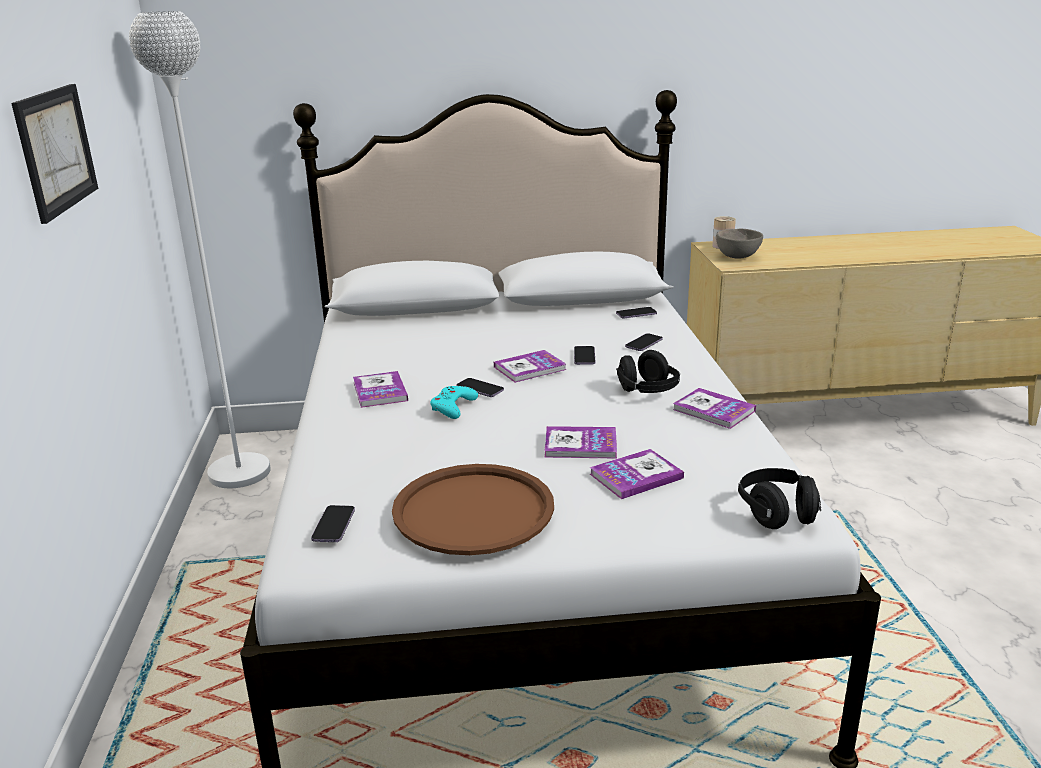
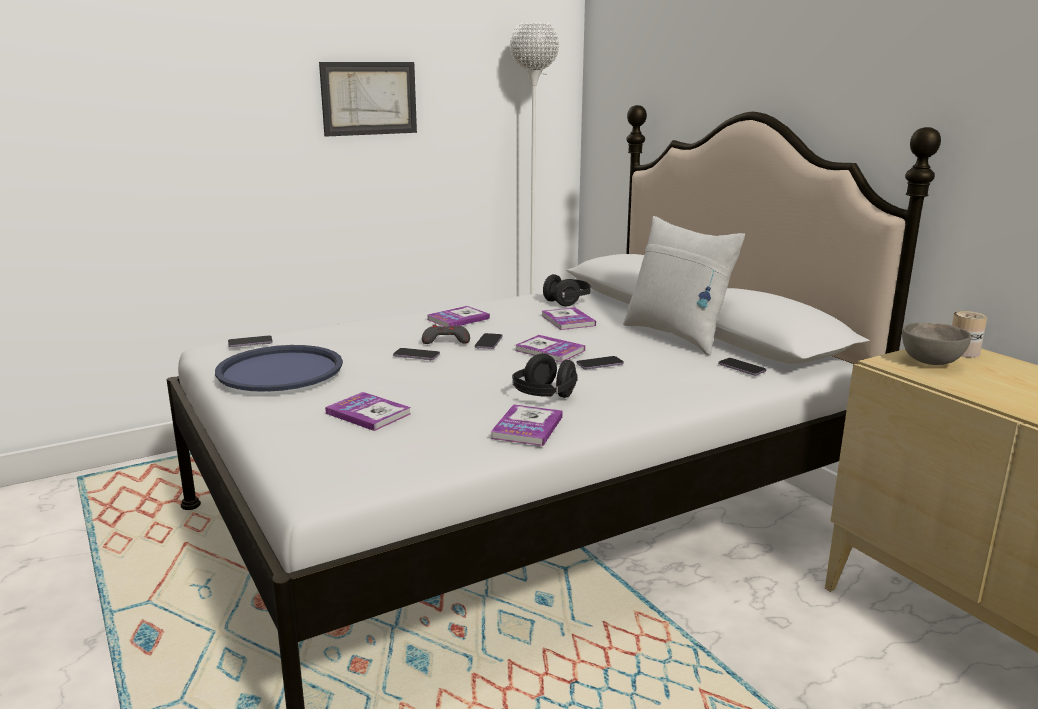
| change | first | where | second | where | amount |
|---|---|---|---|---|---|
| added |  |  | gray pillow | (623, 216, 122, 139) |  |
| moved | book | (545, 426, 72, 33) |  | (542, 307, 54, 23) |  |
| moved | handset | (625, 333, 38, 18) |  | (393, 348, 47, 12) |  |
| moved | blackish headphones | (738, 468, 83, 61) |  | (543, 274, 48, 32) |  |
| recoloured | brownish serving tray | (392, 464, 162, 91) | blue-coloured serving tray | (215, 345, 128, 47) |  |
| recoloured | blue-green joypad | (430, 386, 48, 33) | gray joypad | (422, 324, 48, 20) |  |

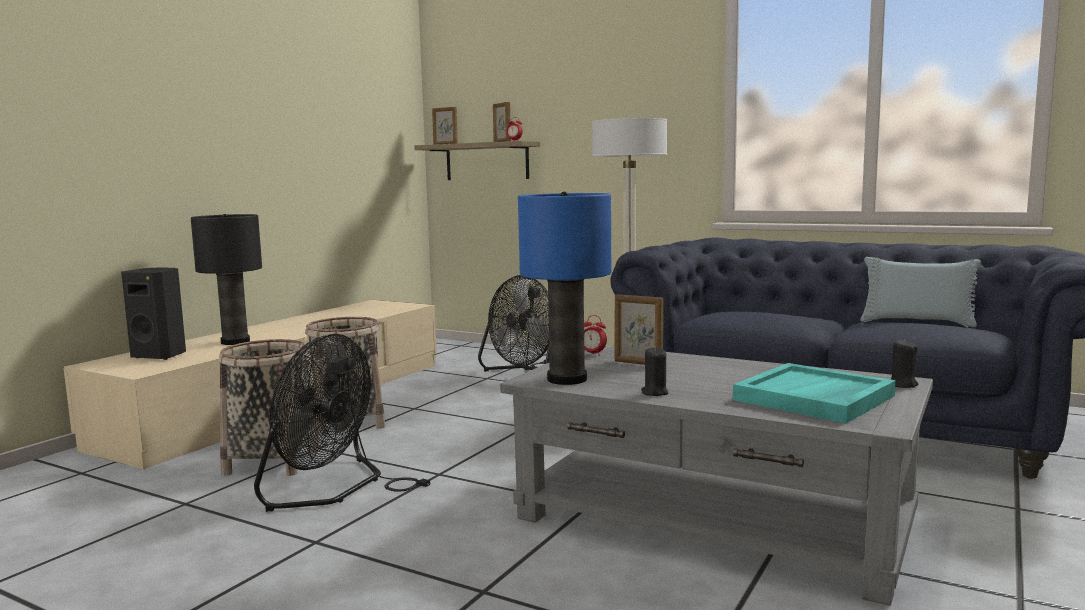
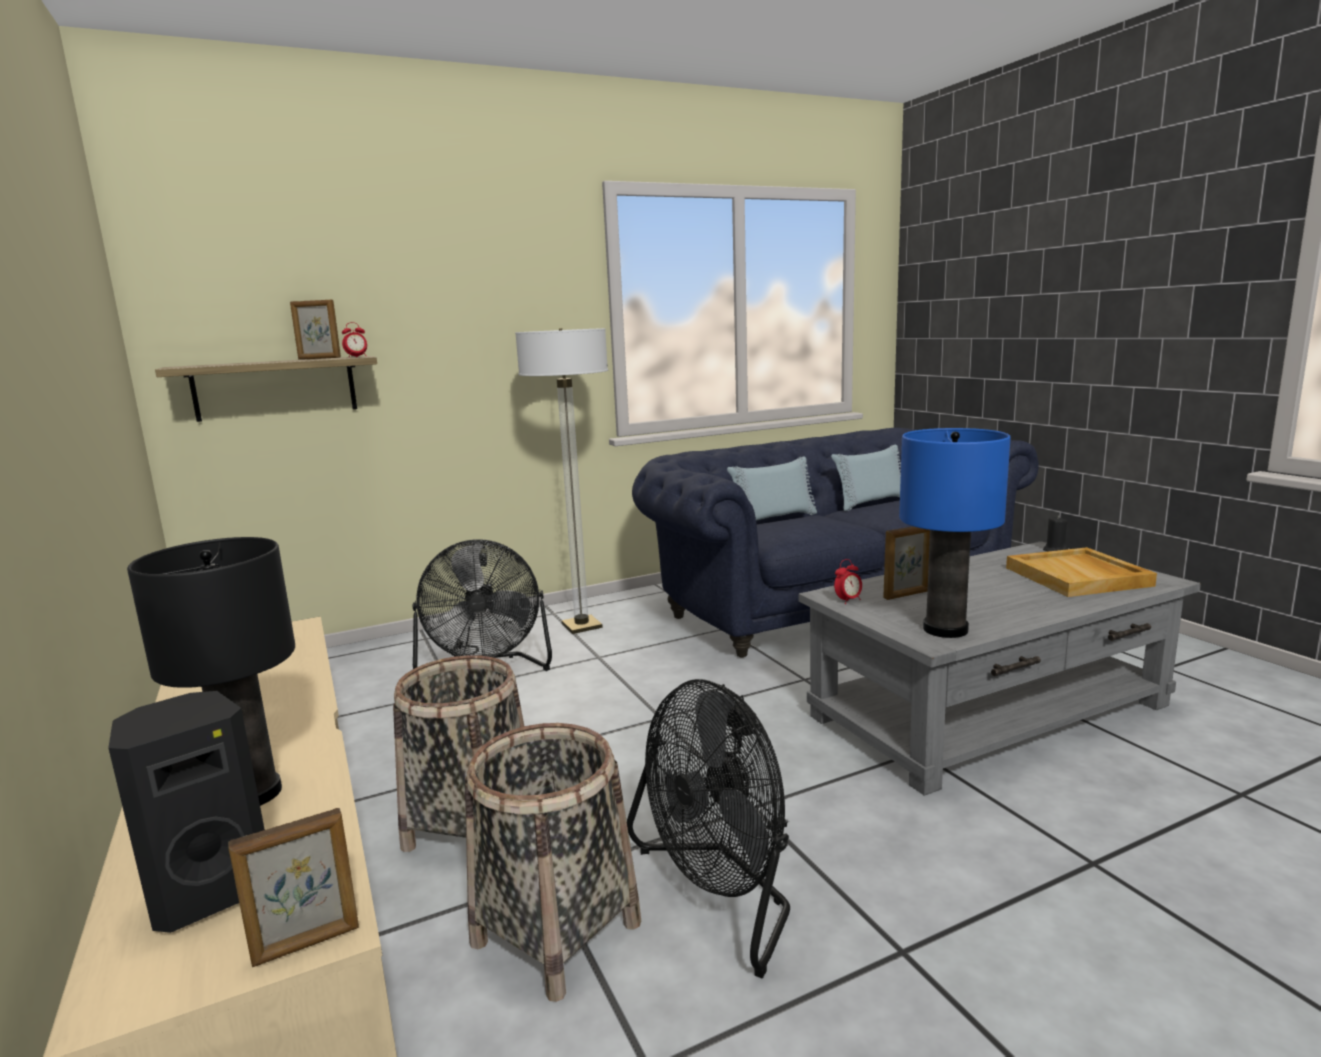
| change | first | where | second | where | amount |
|---|---|---|---|---|---|
| removed | blackish wax candle | (641, 347, 27, 49) |  |  |  |
| added |  |  | blue-coloured pillow | (727, 456, 90, 65) |  |
| moved | picture frame | (432, 107, 26, 38) |  | (228, 808, 131, 159) |  |
| recoloured | blue-green serving tray | (733, 363, 163, 61) | beige serving tray | (1006, 547, 151, 50) |  |

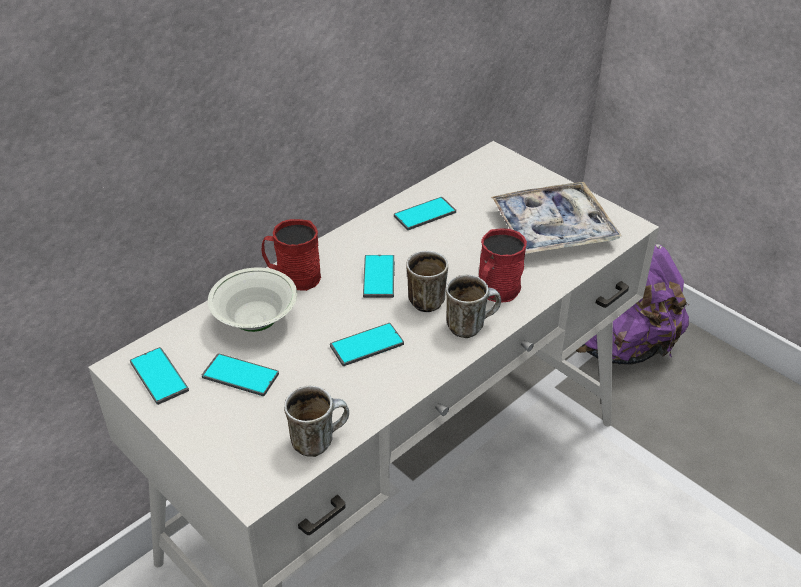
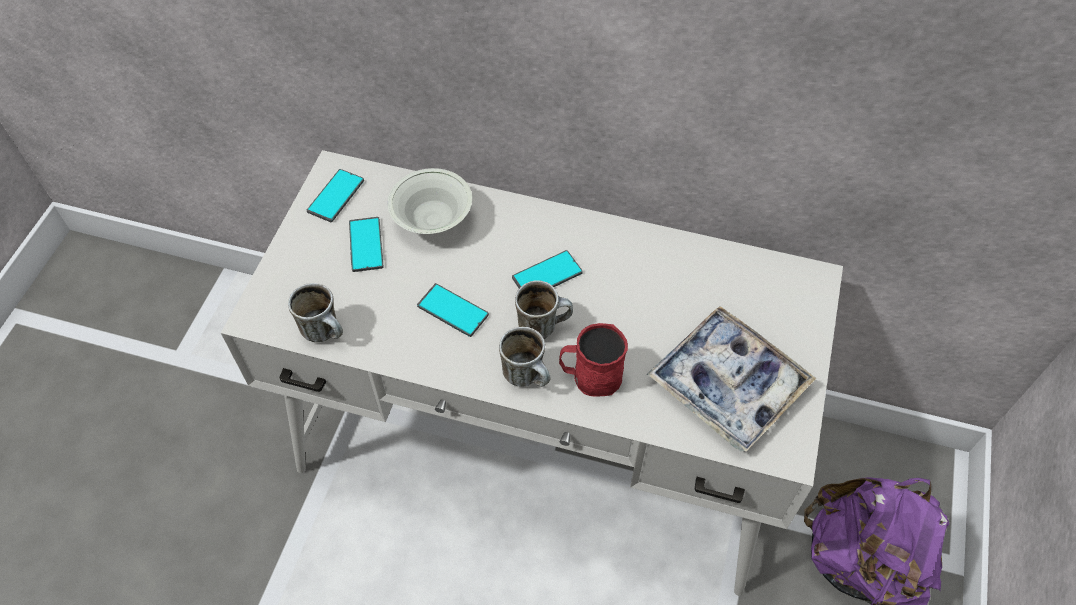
| change | first | where | second | where | amount |
|---|---|---|---|---|---|
| removed | red mug | (262, 219, 59, 72) |  |  |  |
| removed | handset | (394, 197, 62, 33) |  |  |  |

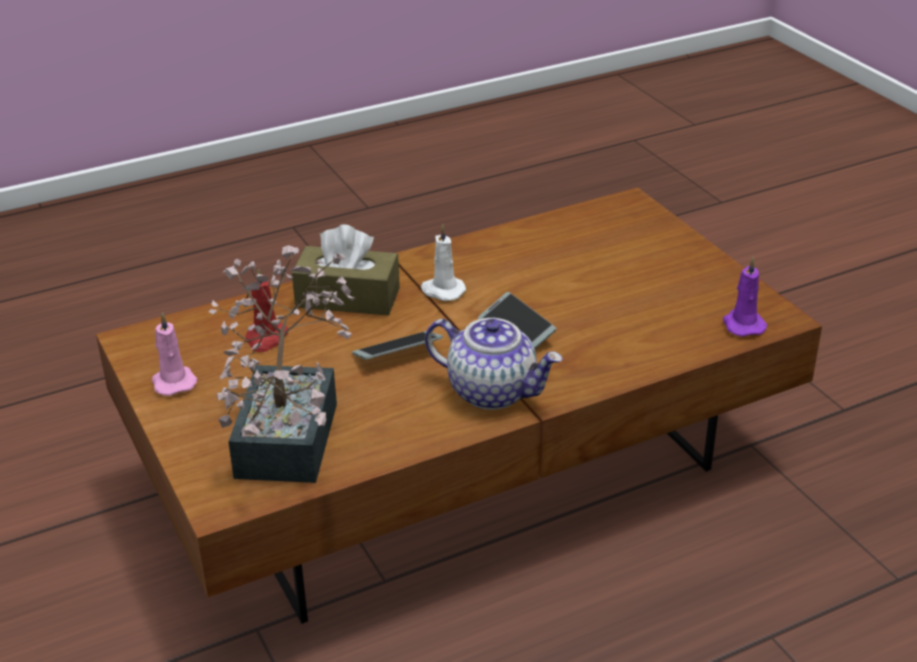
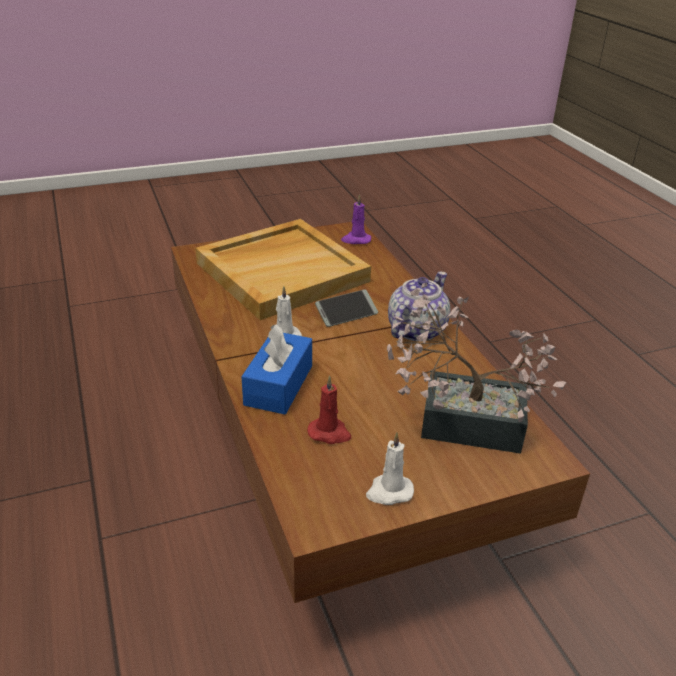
| change | first | where | second | where | amount |
|---|---|---|---|---|---|
| removed | handset | (352, 331, 91, 29) |  |  |  |
| added |  |  | beige serving tray | (195, 219, 176, 101) |  |
| recoloured | pink wax candle | (152, 312, 45, 84) | white-coloured wax candle | (366, 432, 48, 73) |  |
| recoloured | brownish tissue holder | (292, 224, 108, 91) | blue-coloured tissue holder | (242, 324, 70, 90) |  |

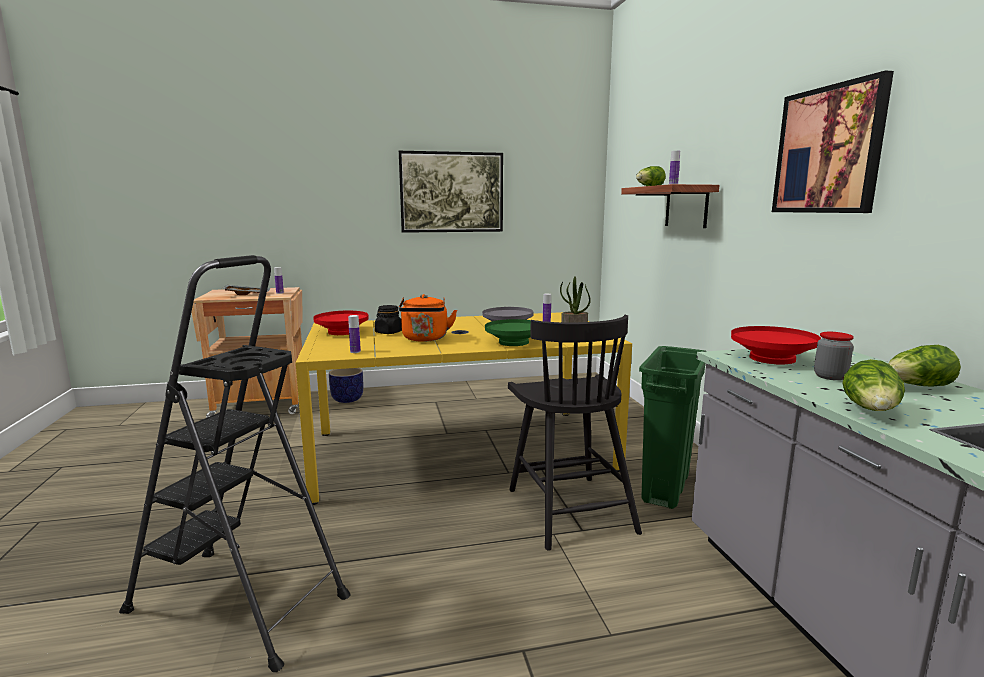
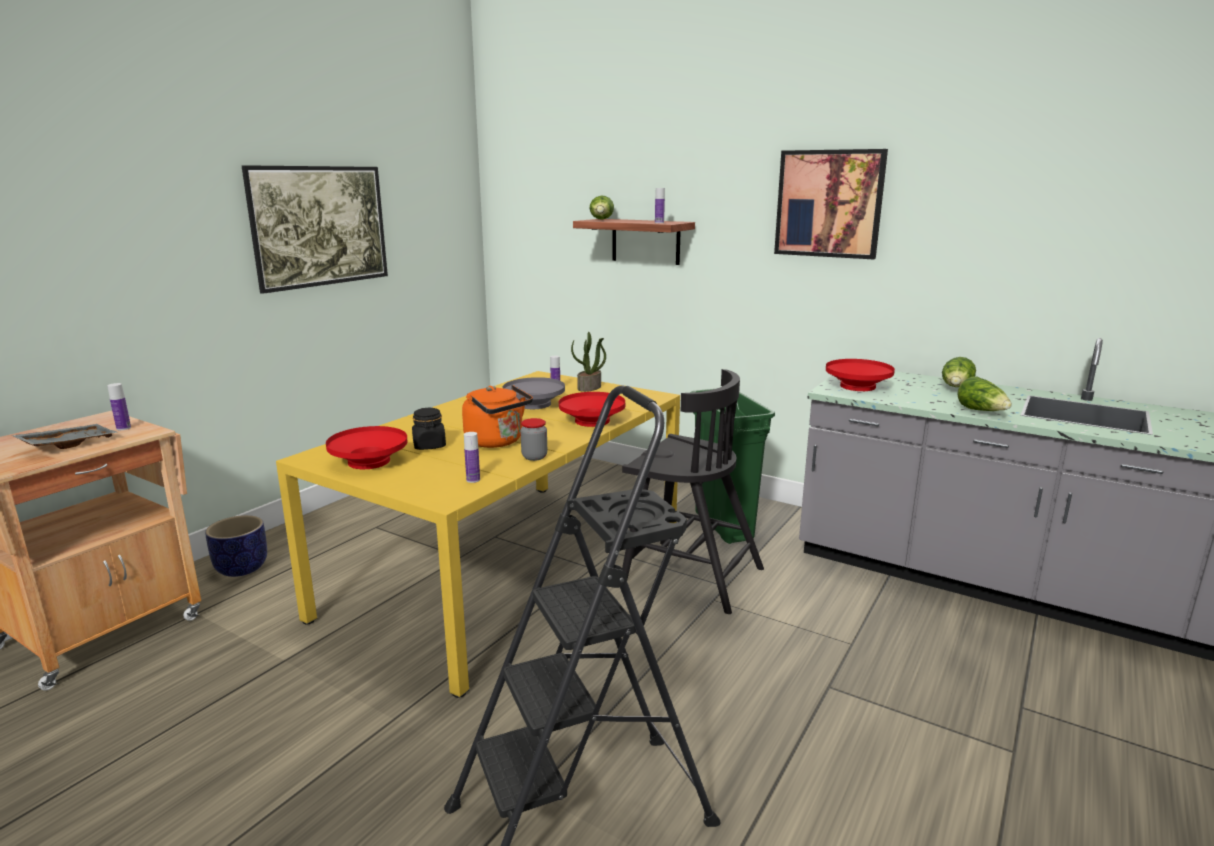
| change | first | where | second | where | amount |
|---|---|---|---|---|---|
| moved | preserve jar | (814, 332, 40, 48) |  | (521, 418, 26, 43) |  |
| recoloured | green deep dish | (485, 319, 46, 27) | red deep dish | (559, 392, 66, 35) |  |

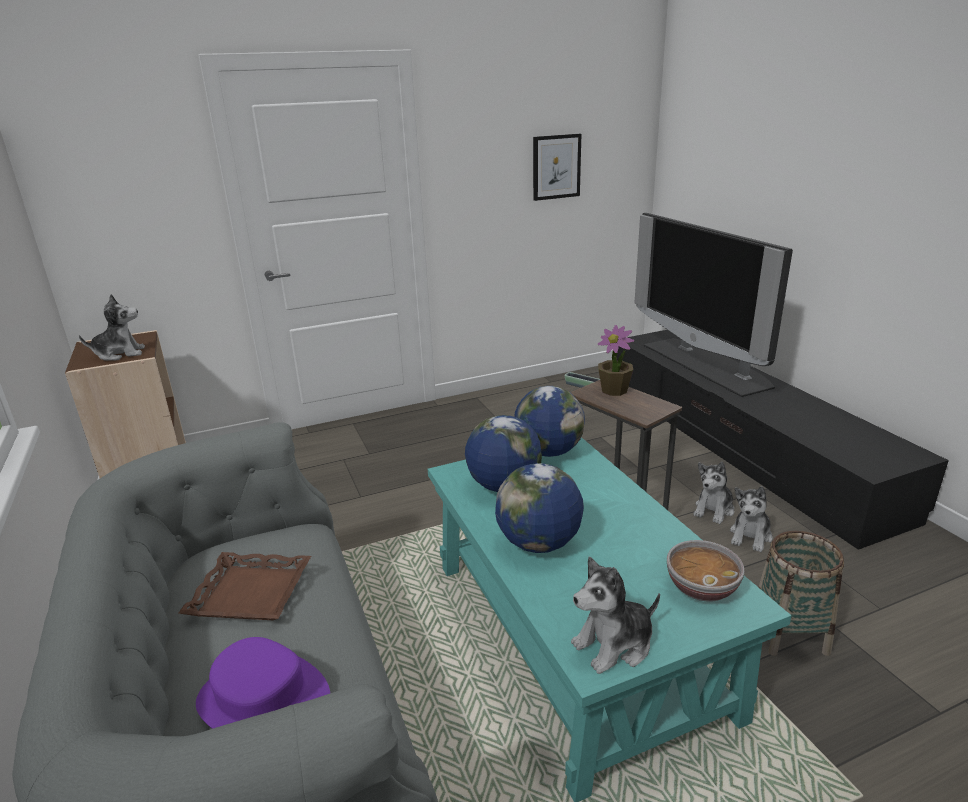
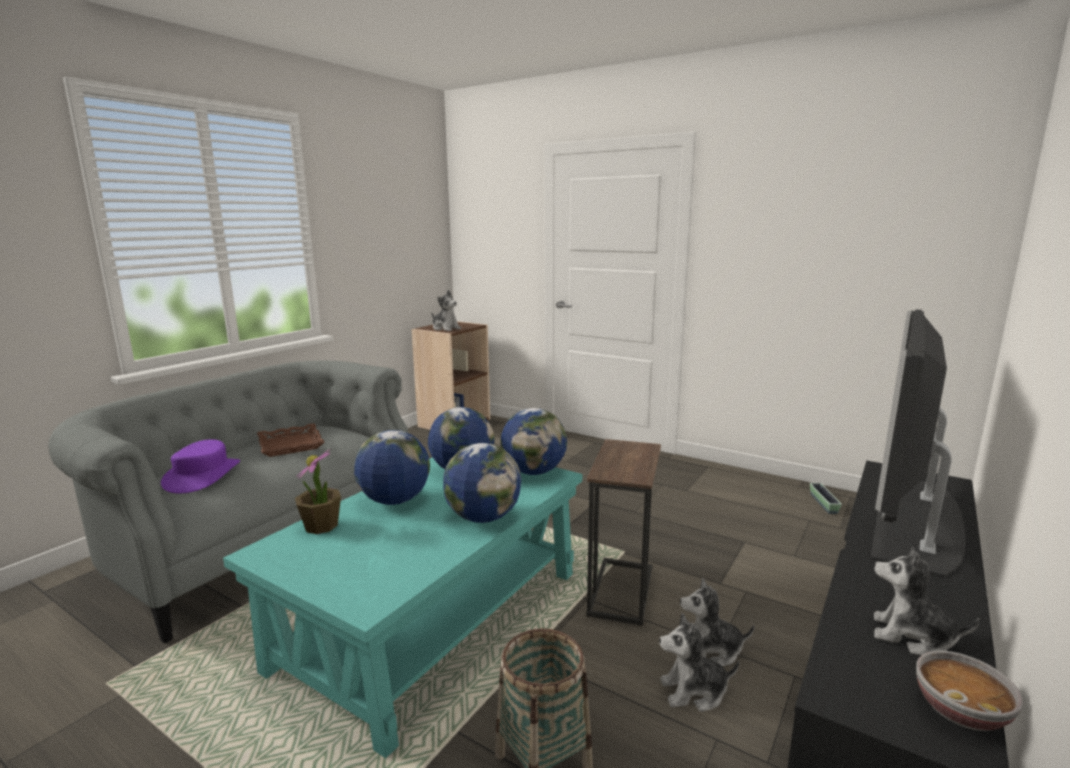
| change | first | where | second | where | amount |
|---|---|---|---|---|---|
| removed | wall art | (533, 134, 48, 67) |  |  |  |
| added |  |  | desk globe | (443, 443, 78, 80) |  |
| moved | cuddly toy | (571, 557, 89, 117) |  | (874, 547, 106, 108) |  |
| moved | potted plant | (598, 325, 36, 71) |  | (295, 449, 46, 85) |  |
| moved | deep dish | (667, 540, 78, 62) |  | (916, 651, 107, 80) |  |

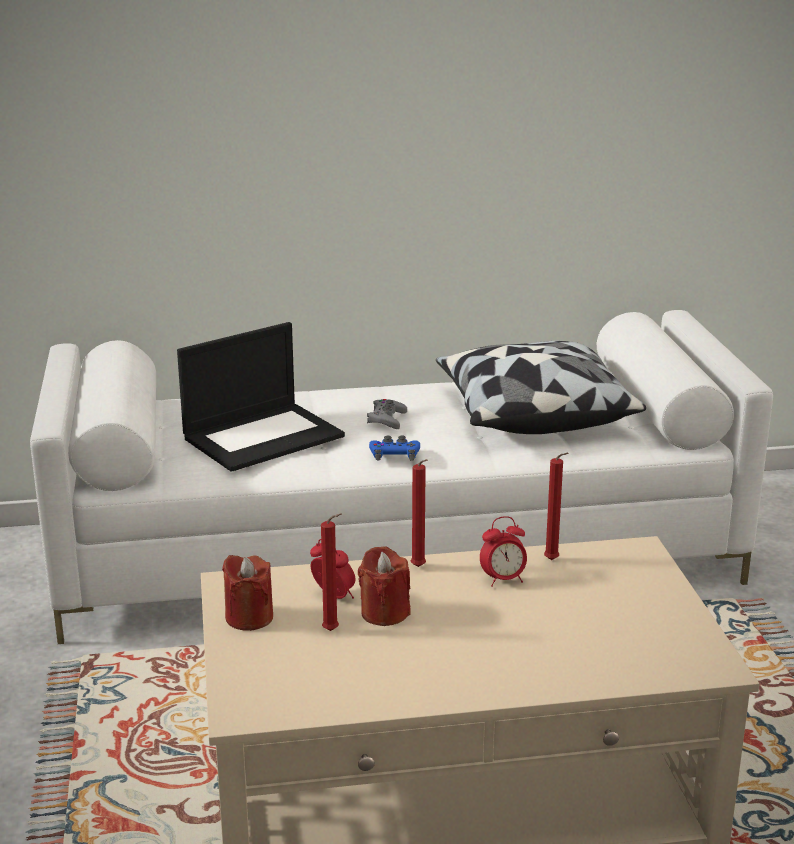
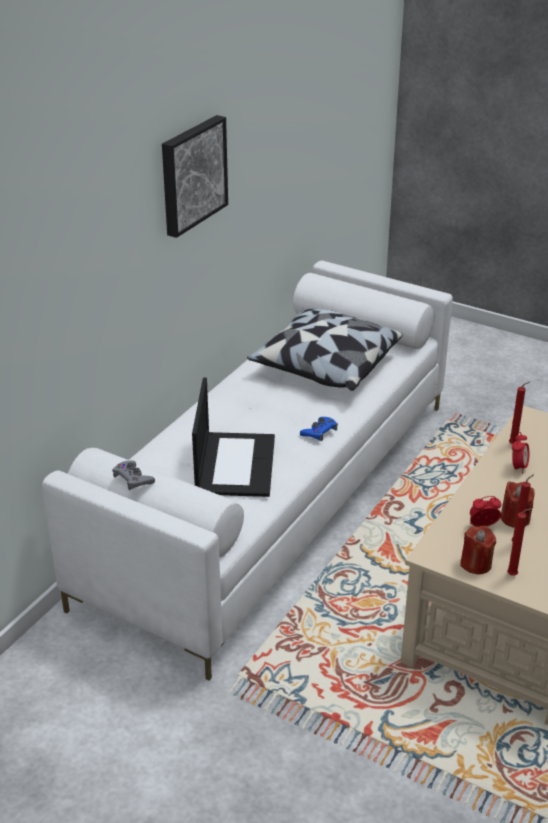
| change | first | where | second | where | amount |
|---|---|---|---|---|---|
| added |  |  | wall art | (162, 115, 66, 123) |  |
| moved | gray joypad | (367, 399, 40, 30) |  | (112, 461, 43, 29) |  |
| moved | red wax candle | (411, 459, 16, 108) |  | (507, 508, 26, 68) |  |

